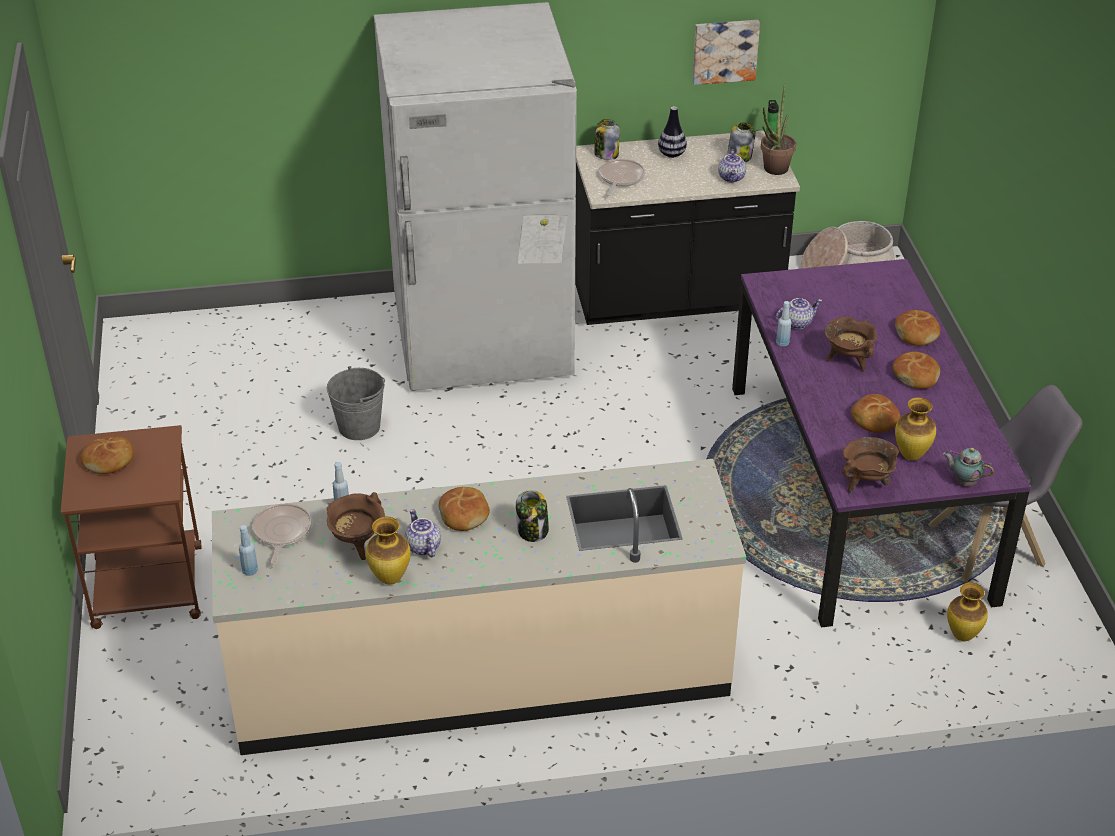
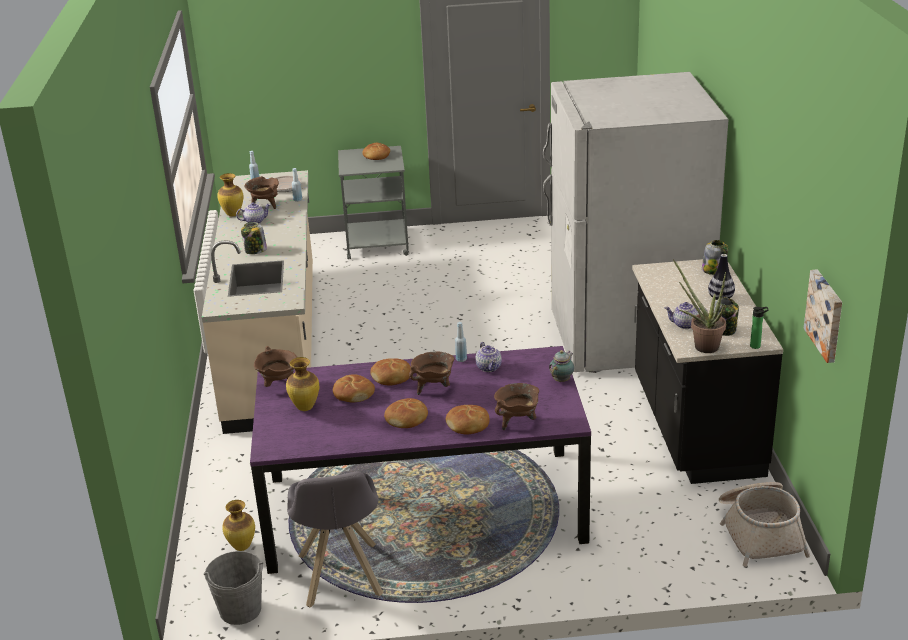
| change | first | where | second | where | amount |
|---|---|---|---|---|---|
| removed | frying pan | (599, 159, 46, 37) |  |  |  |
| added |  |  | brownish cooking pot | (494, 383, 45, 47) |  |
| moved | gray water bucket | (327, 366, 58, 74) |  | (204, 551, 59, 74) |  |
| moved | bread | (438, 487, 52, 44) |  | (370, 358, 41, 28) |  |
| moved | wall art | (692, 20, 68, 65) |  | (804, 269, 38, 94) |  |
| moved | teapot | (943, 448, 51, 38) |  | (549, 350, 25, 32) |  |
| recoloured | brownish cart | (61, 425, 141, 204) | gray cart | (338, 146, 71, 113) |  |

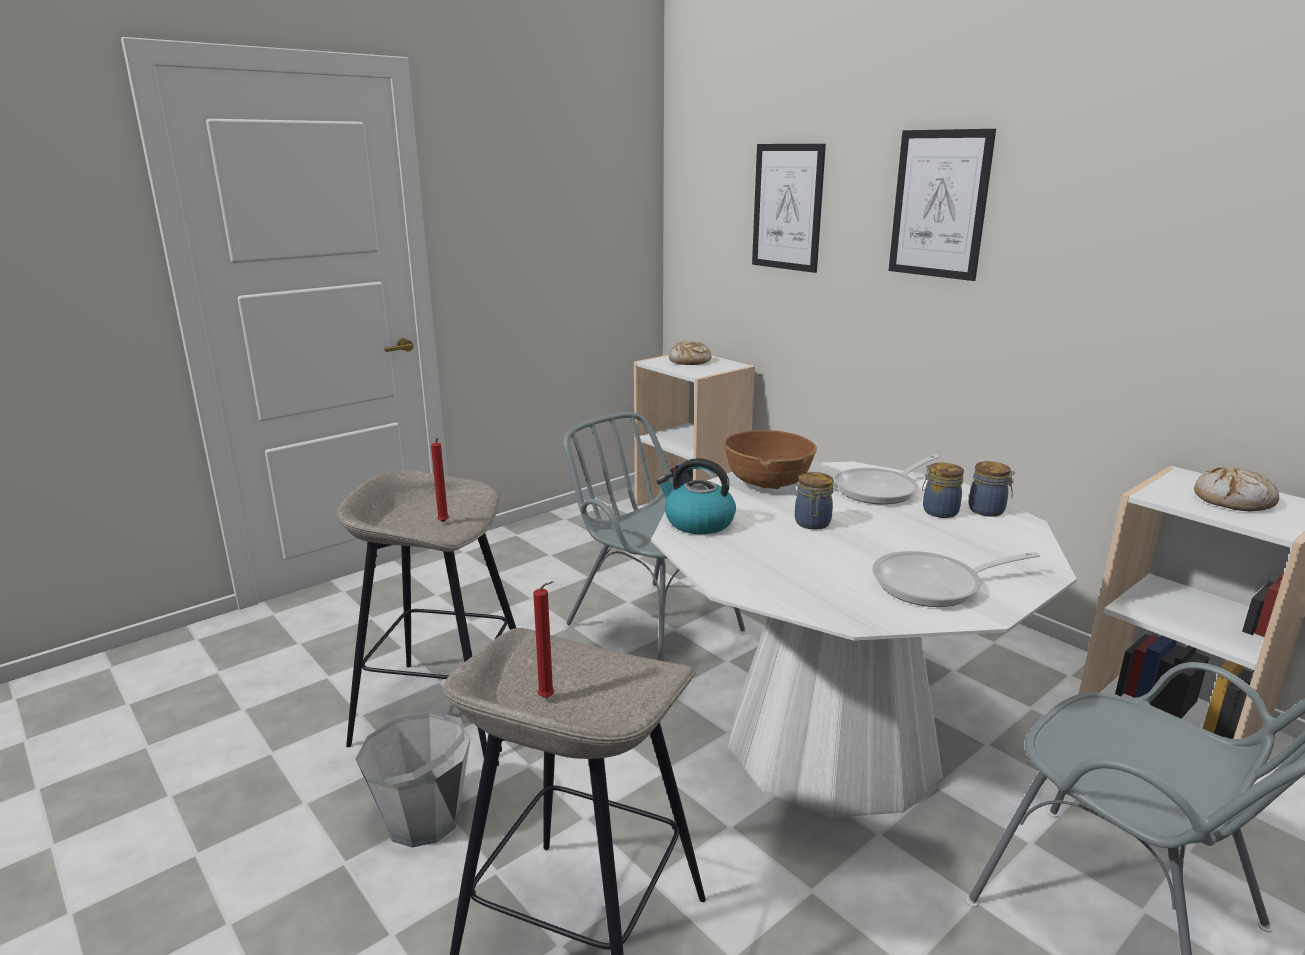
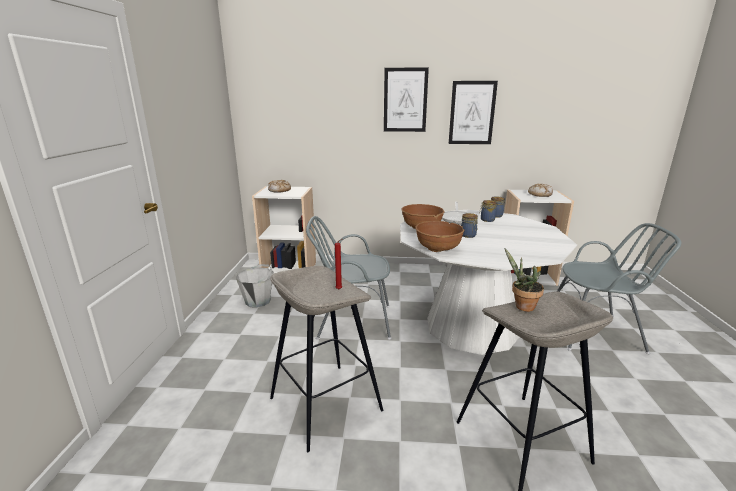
| change | first | where | second | where | amount |
|---|---|---|---|---|---|
| removed | red wax candle | (533, 581, 22, 117) |  |  |  |
| removed | frying pan | (872, 551, 168, 56) |  |  |  |
| added |  |  | potted plant | (504, 248, 40, 64) |  |
| moved | gray water bucket | (356, 713, 115, 135) |  | (236, 264, 38, 44) |  |
| moved | wall art | (752, 144, 74, 129) |  | (449, 81, 49, 63) |  |
| replaced | kettle | (657, 458, 79, 76) | brownish deep dish | (415, 221, 49, 31) |  |

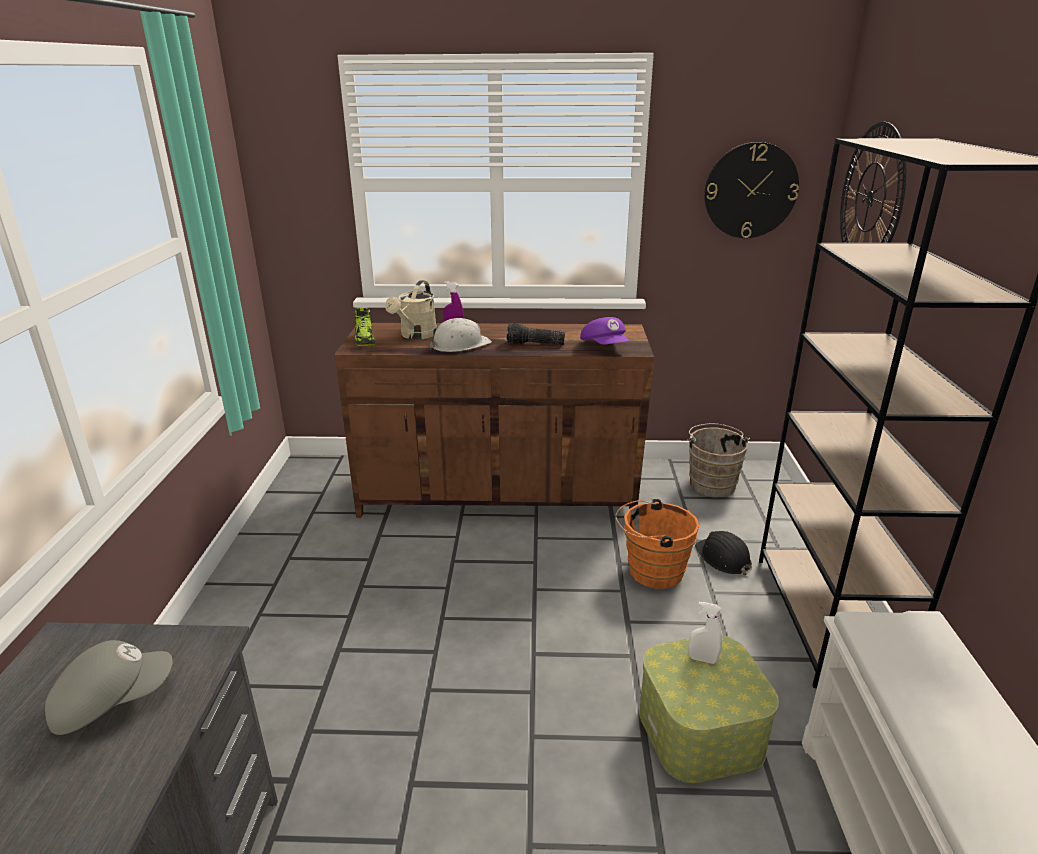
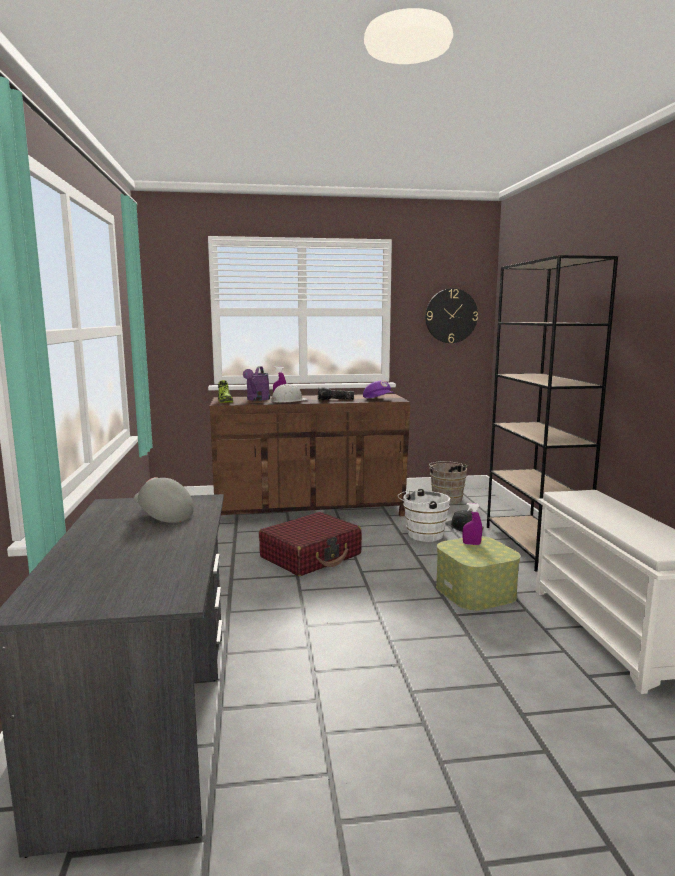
| change | first | where | second | where | amount |
|---|---|---|---|---|---|
| removed | clock on the wall | (840, 122, 66, 121) |  |  |  |
| added |  |  | red suitcase | (259, 512, 103, 64) |  |
| recoloured | beige sprinkling can | (385, 280, 52, 60) | purple-coloured sprinkling can | (243, 366, 27, 35) |  |
| recoloured | orange water bucket | (615, 498, 84, 91) | white-coloured water bucket | (398, 489, 52, 53) |  |
| recoloured | white-coloured sprayer | (688, 602, 34, 62) | purple-coloured sprayer | (463, 503, 19, 42) |  |
| turned | gray cap | (45, 640, 128, 95) |  | (134, 477, 60, 46) | 105 degrees counterclockwise |

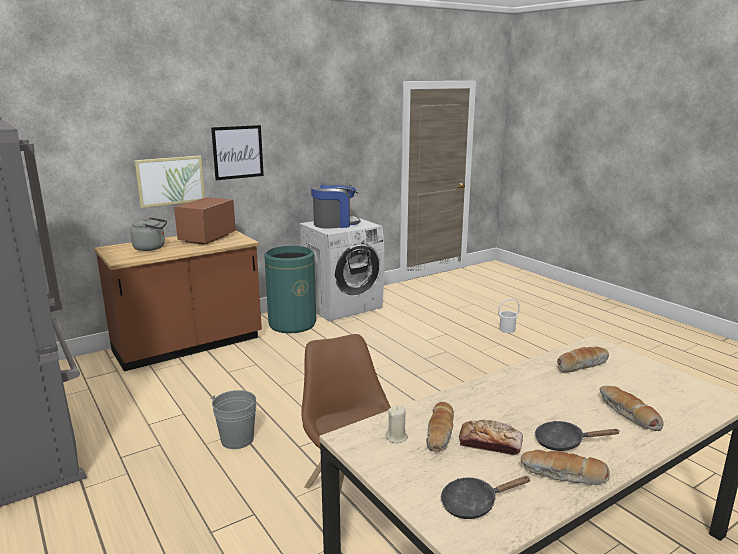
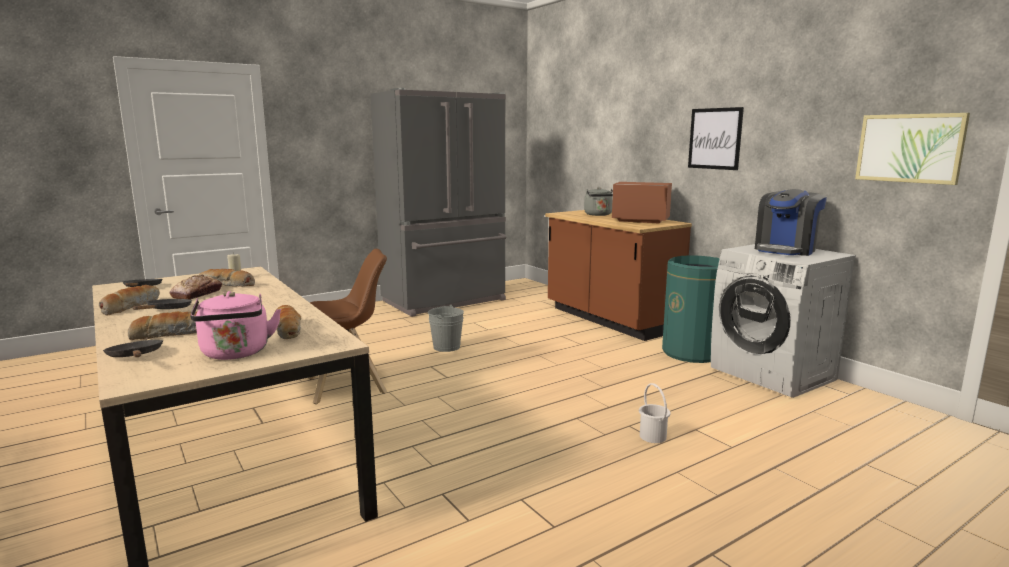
| change | first | where | second | where | amount |
|---|---|---|---|---|---|
| added |  |  | blackish frying pan | (103, 340, 60, 17) |  |
| added |  |  | pink kettle | (190, 291, 91, 69) |  |
| moved | wall art | (134, 156, 71, 52) |  | (855, 113, 115, 72) |  |
| moved | white-coloured water bucket | (498, 299, 22, 34) |  | (639, 383, 32, 60) |  |
| turned | coffee maker | (311, 183, 49, 46) |  | (755, 189, 72, 67) | 60 degrees clockwise |

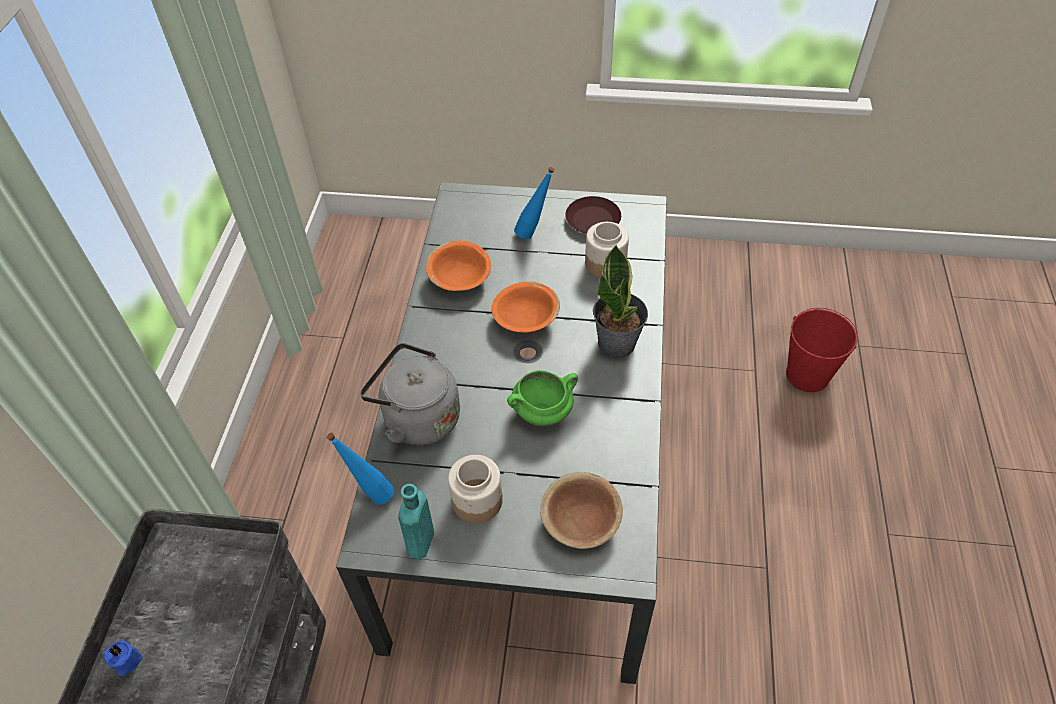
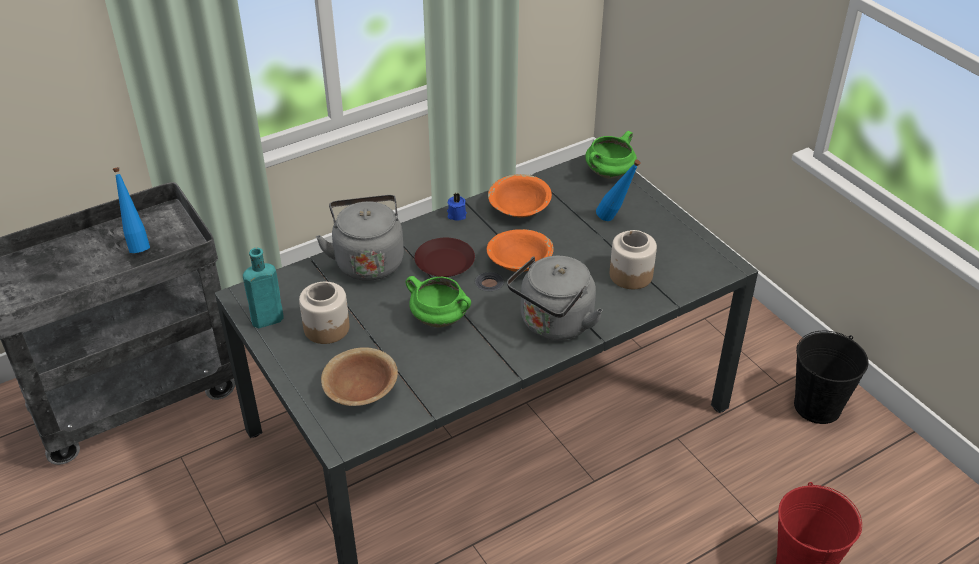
| change | first | where | second | where | amount |
|---|---|---|---|---|---|
| added |  |  | green cooking pot | (585, 131, 52, 47) |  |
| added |  |  | blackish water bucket | (794, 331, 74, 93) |  |
| moved | blue-coloured wax candle | (104, 641, 38, 35) |  | (447, 193, 20, 28) |  |
| moved | blue-coloured beverage bottle | (327, 433, 67, 72) |  | (113, 167, 37, 86) |  |
| moved | brownish flat dish | (565, 196, 56, 38) |  | (414, 238, 61, 39) |  |
| replaced | potted plant | (593, 245, 55, 113) | gray kettle | (507, 256, 96, 84) |  |

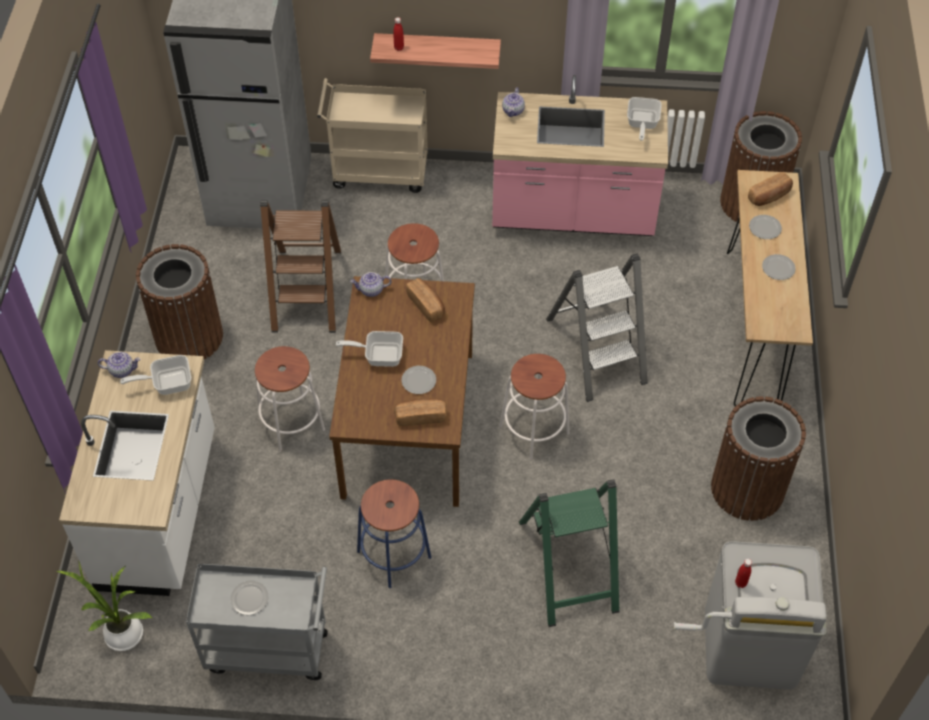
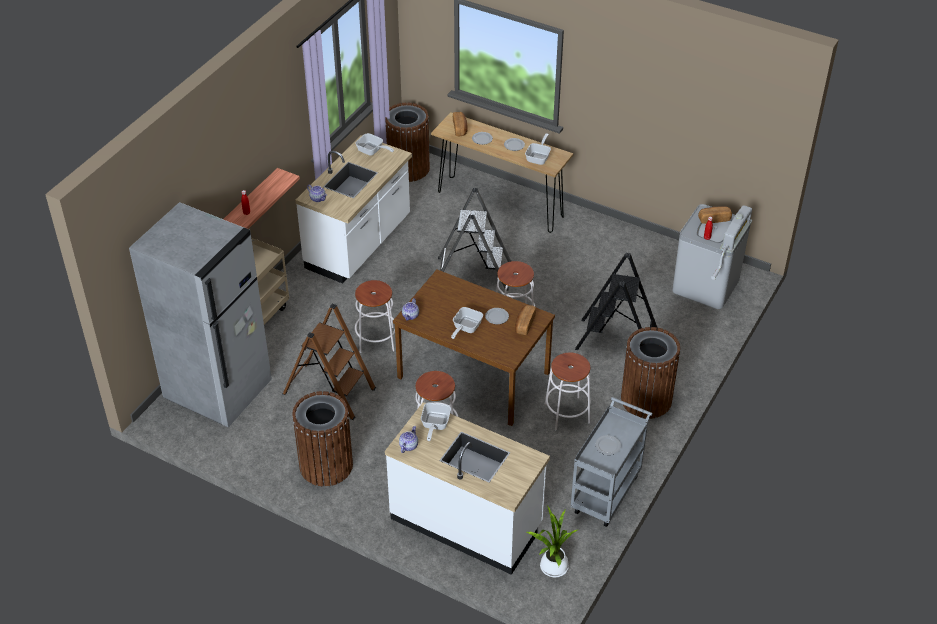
| change | first | where | second | where | amount |
|---|---|---|---|---|---|
| added |  |  | frying pan | (525, 133, 26, 32) |  |
| moved | bread | (406, 278, 39, 44) |  | (698, 206, 34, 18) |  |
| moved | brownish rubbish bin | (711, 396, 95, 125) |  | (621, 327, 59, 92) |  |
| recoloured | blue-coloured stool | (357, 479, 74, 109) | white-coloured stool | (545, 353, 46, 77) |  |
| recoloured | pink kitchen base unit | (492, 75, 176, 161) | white-coloured kitchen base unit | (295, 135, 117, 148) |  |
| recoloured | green step ladder | (519, 479, 101, 148) | blackish step ladder | (575, 253, 83, 97) |  |

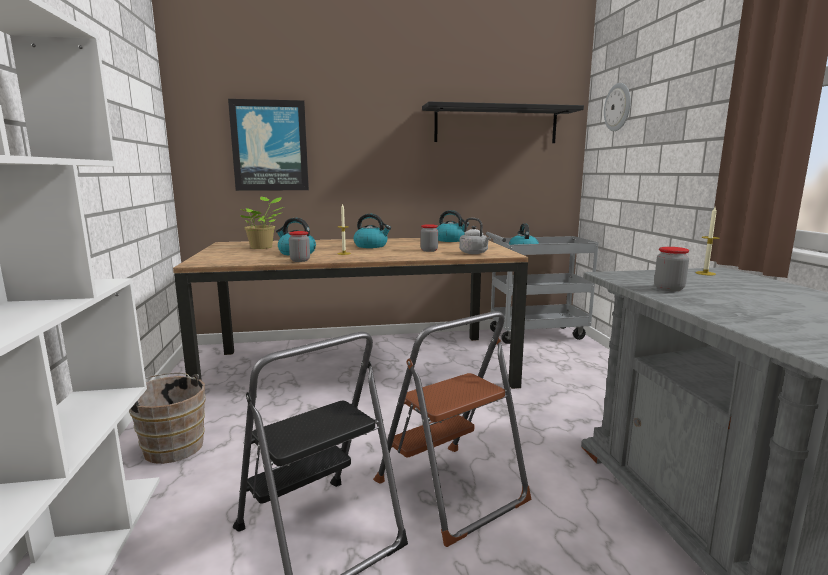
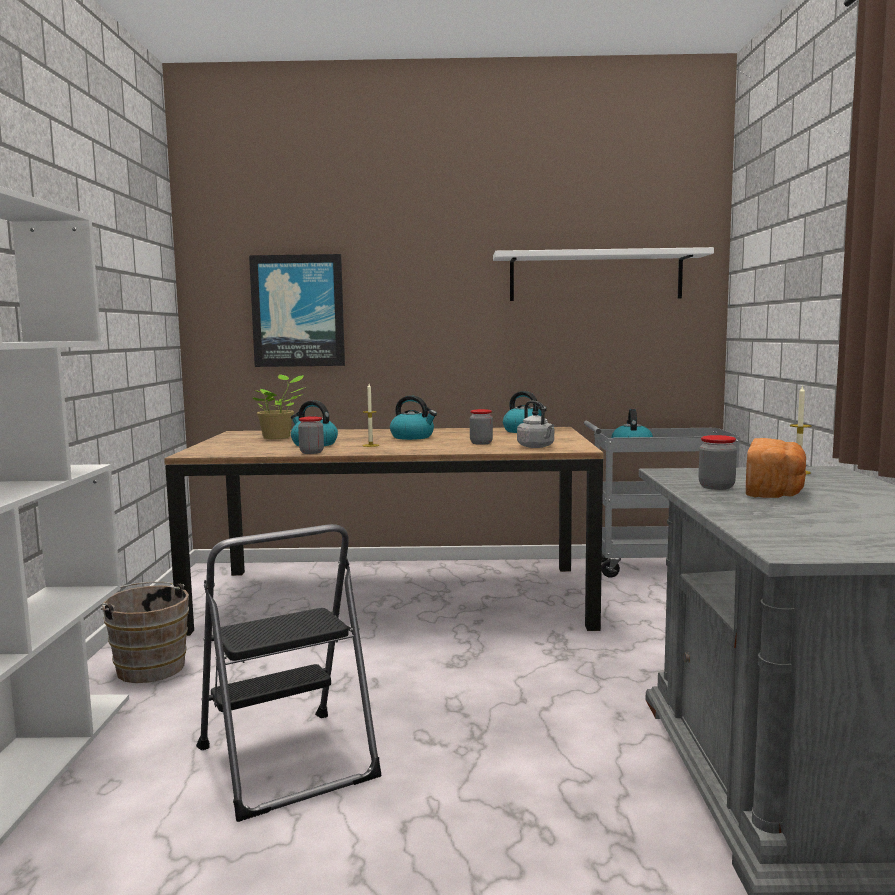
| change | first | where | second | where | amount |
|---|---|---|---|---|---|
| removed | brownish step ladder | (373, 311, 158, 236) |  |  |  |
| removed | clock on the wall | (604, 83, 27, 48) |  |  |  |
| added |  |  | bread | (746, 438, 60, 60) |  |
| recoloured | blackish wall shelf | (422, 102, 162, 41) | white-coloured wall shelf | (493, 247, 221, 54) |  |

